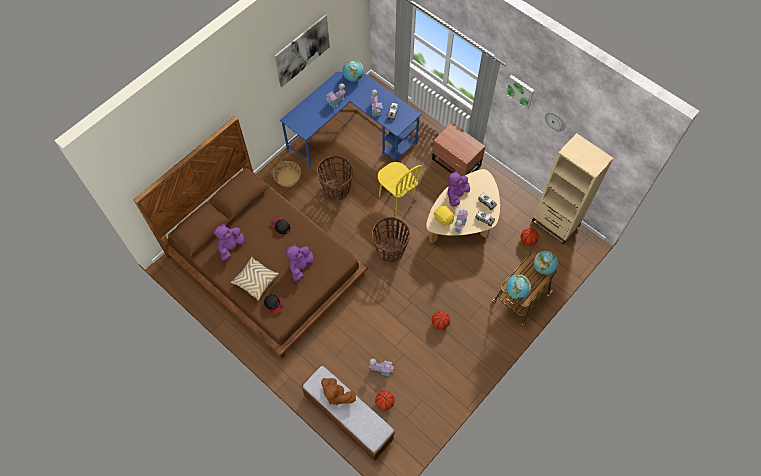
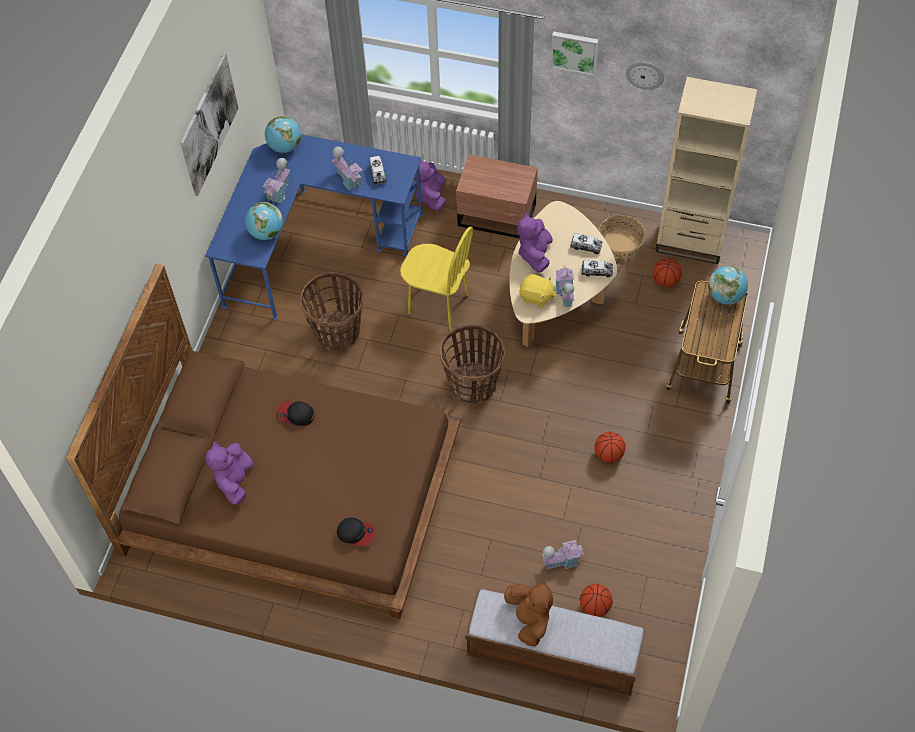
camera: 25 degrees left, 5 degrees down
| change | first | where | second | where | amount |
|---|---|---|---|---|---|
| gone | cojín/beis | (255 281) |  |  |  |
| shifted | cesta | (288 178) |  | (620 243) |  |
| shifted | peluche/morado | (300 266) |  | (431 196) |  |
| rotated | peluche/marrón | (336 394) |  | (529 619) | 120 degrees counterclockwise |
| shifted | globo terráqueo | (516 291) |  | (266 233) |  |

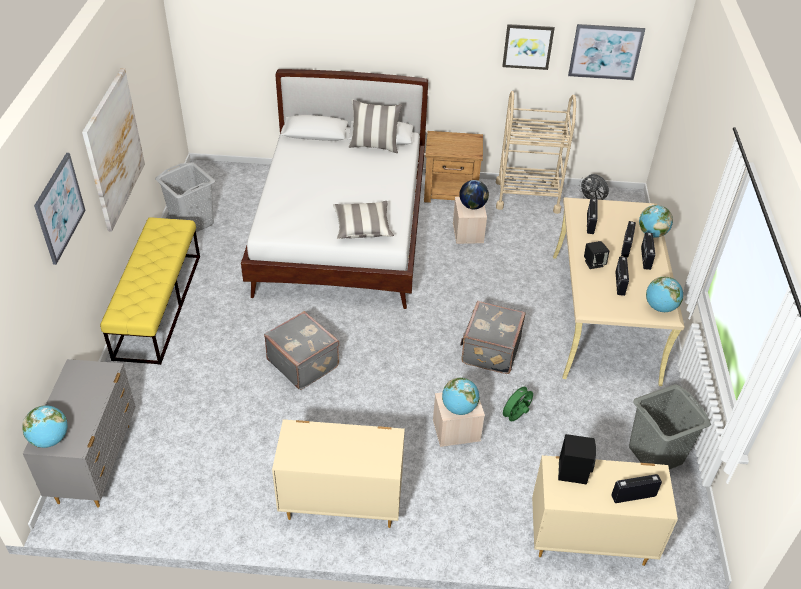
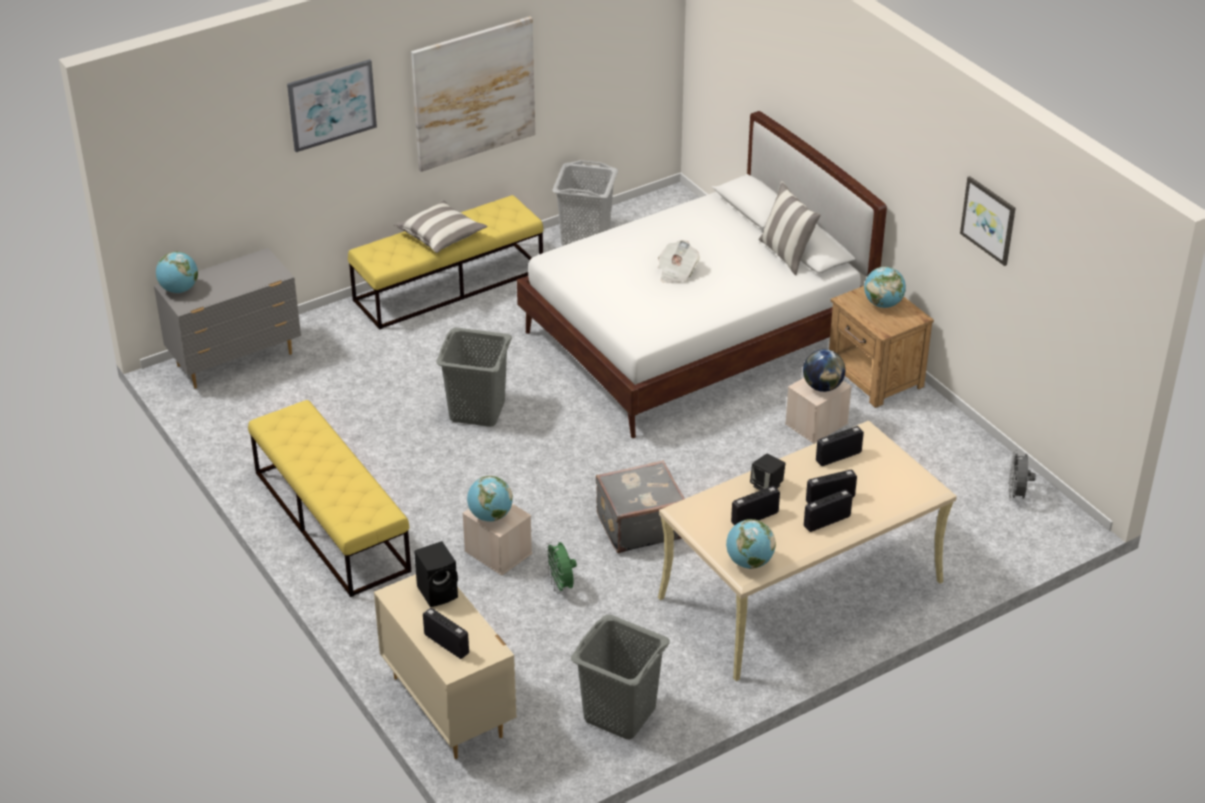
camera: 55 degrees right, 5 degrees down
| change | first | where | second | where | amount |
|---|---|---|---|---|---|
| swapped | maleta/gris | (303 362) | cesto de la ropa/gris | (477 410) |  |
| swapped | cómoda/beis | (340 504) | banco/amarillo | (331 520) |  |
| shifted | cojín | (362 227) |  | (440 236) |  |
| gone | carrito/beis | (527 196) |  |  |  |
| rotated | ventilador/verde | (515 417) |  | (561 586) | 120 degrees counterclockwise |
| gone | cuadro | (605 52) |  |  |  |
| shifted | globo terráqueo | (651 233) |  | (883 304) |  |
| new |  |  | periódico | (676 272) |  |

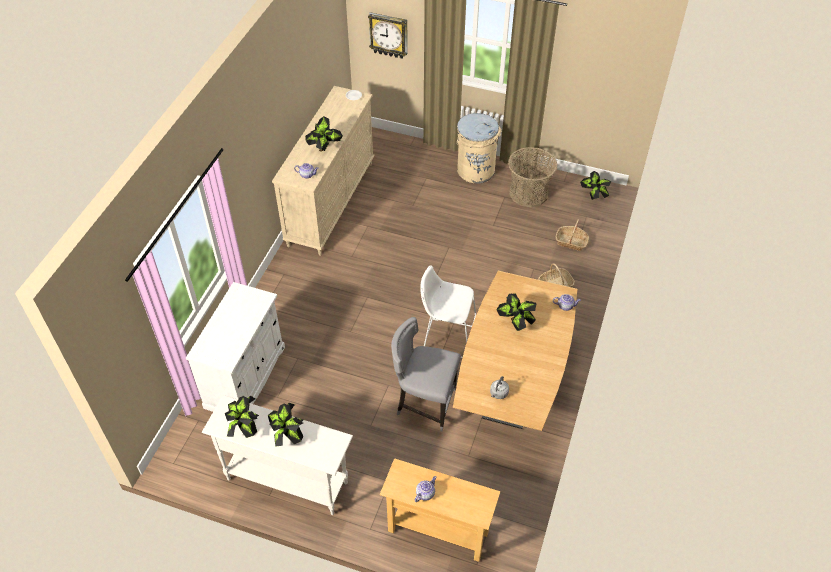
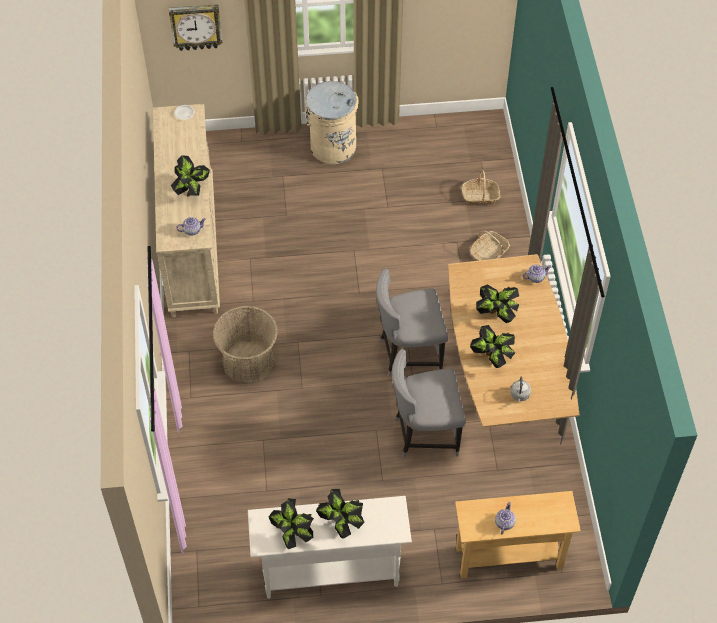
camera: 25 degrees left, 5 degrees up
| change | first | where | second | where | amount |
|---|---|---|---|---|---|
| gone | armario/blanco | (245 377) |  |  |  |
| swapped | taburete/blanco | (447 338) | silla/gris | (408 354) |  |
| shifted | cesta | (528 193) |  | (248 362) |  |
| shifted | planta en maceta | (593 196) |  | (492 357) |  |

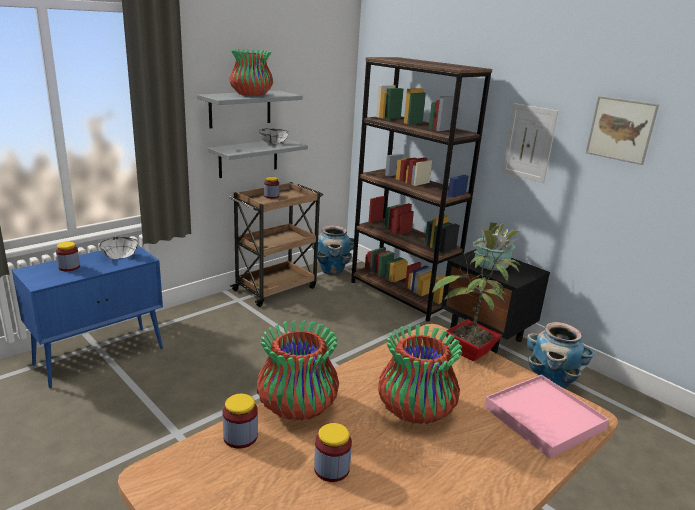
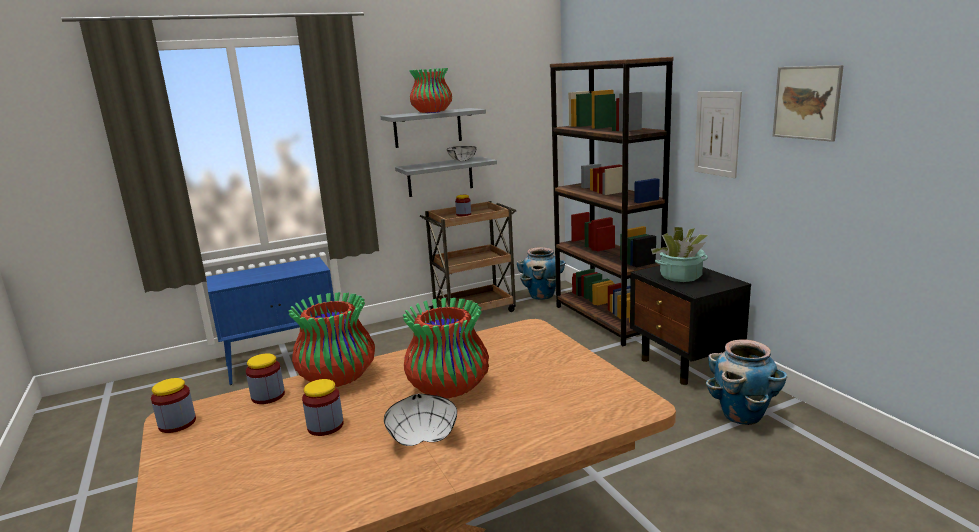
camera: 20 degrees right, 5 degrees down
| change | first | where | second | where | amount |
|---|---|---|---|---|---|
| shifted | tarro | (69 267) |  | (177 423) |  |
| shifted | cuenco/blanco | (119 256) |  | (421 436) |  |
| gone | planta en maceta | (468 353) |  |  |  |
| gone | bandeja/rosa | (544 418) |  |  |  |

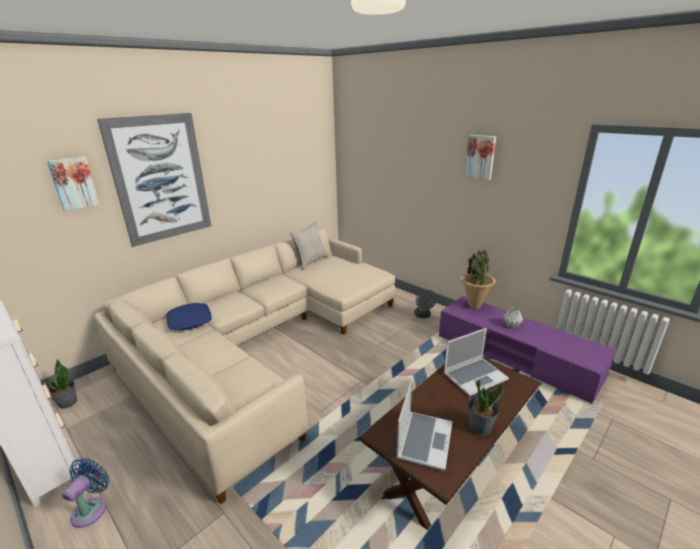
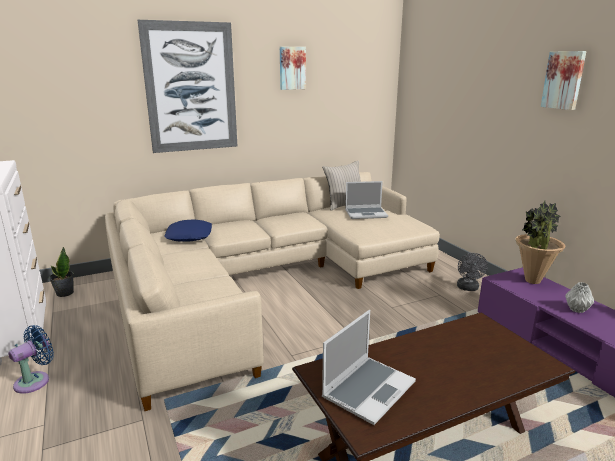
camera: 20 degrees right, 5 degrees down
| change | first | where | second | where | amount |
|---|---|---|---|---|---|
| shifted | cuadro | (74 183) |  | (292 68) |  |
| shifted | portátil | (475 376) |  | (366 214) |  |
| gone | planta en maceta | (480 426) |  |  |  |

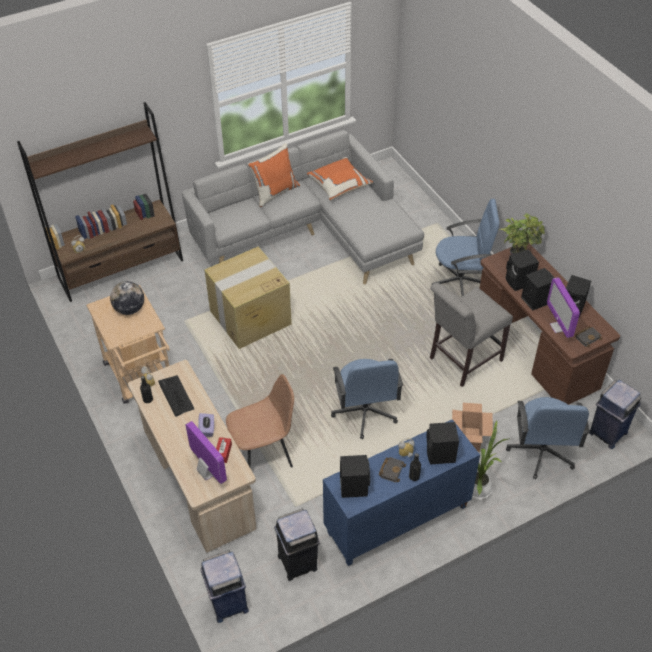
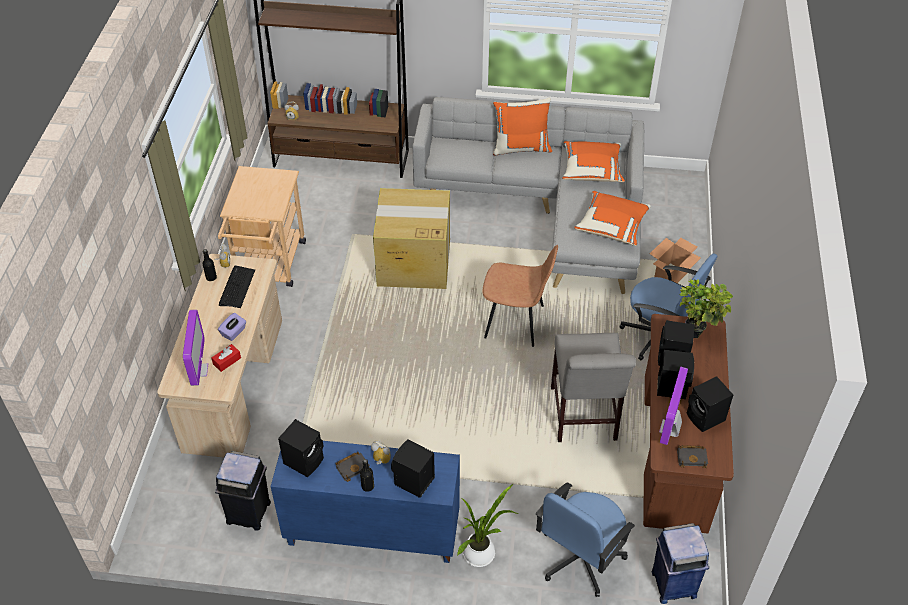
camera: 35 degrees right, 0 degrees up
| change | first | where | second | where | amount |
|---|---|---|---|---|---|
| gone | globo terráqueo | (129 309) |  |  |  |
| gone | papelera/azul | (227 603) |  |  |  |
| shifted | silla/marrón | (263 454) |  | (516 322) |  |
| gone | silla de oficina/azul | (364 412) |  |  |  |
| rotated | silla/gris | (462 361) |  | (583 418) | 90 degrees counterclockwise |
| shifted | caja de cartón | (469 439) |  | (670 276) |  |
| new |  |  | cojín/naranja | (612 227) |  |

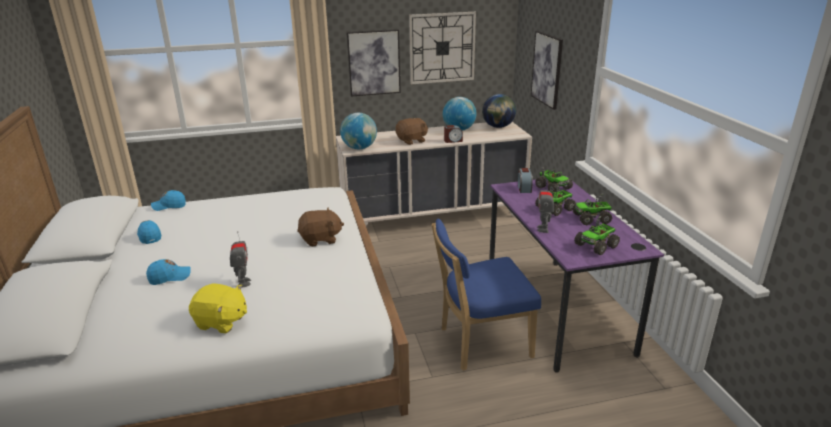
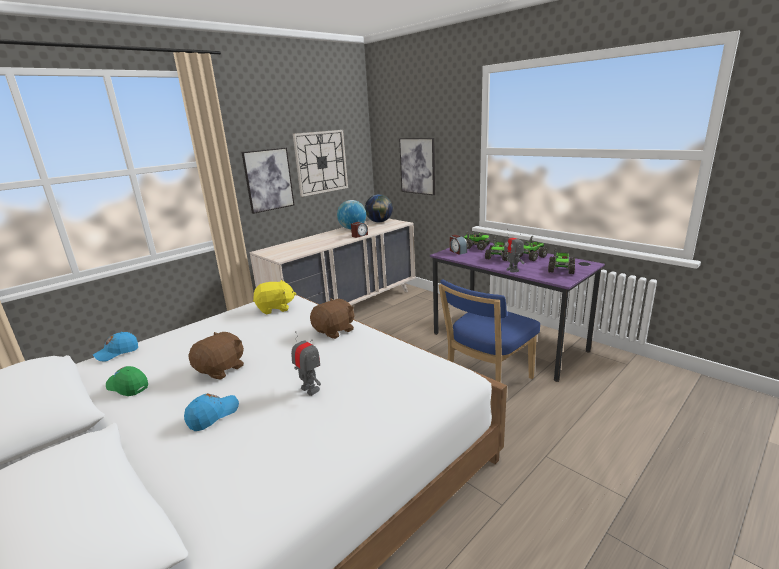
camera: 30 degrees left, 5 degrees down
| change | first | where | second | where | amount |
|---|---|---|---|---|---|
| repainted | gorra/azul | (149 236) | gorra/verde | (128 386) |  |
| shifted | peluche/amarillo | (221 322) |  | (275 308) |  |
| gone | globo terráqueo | (359 148) |  |  |  |
| shifted | peluche/marrón | (412 141) |  | (221 369) |  |

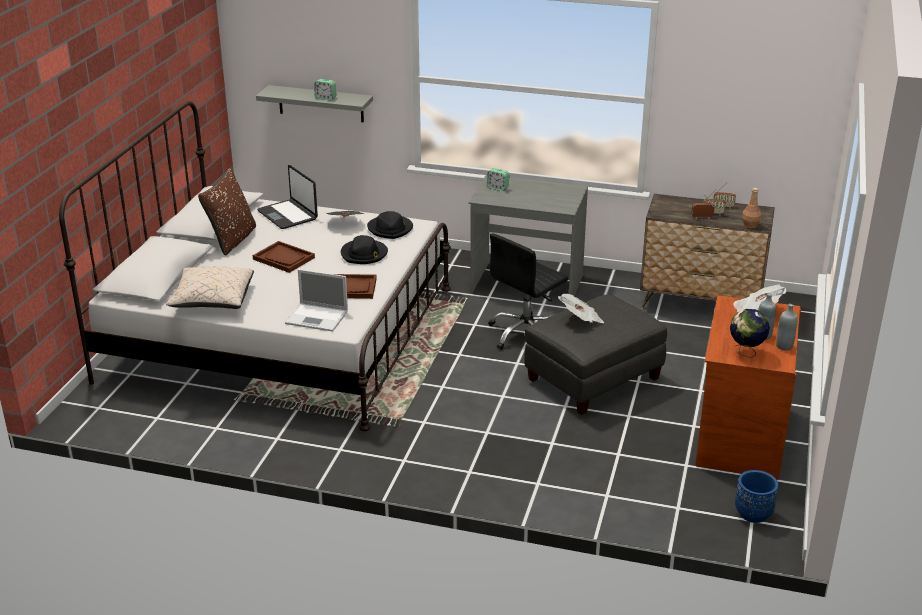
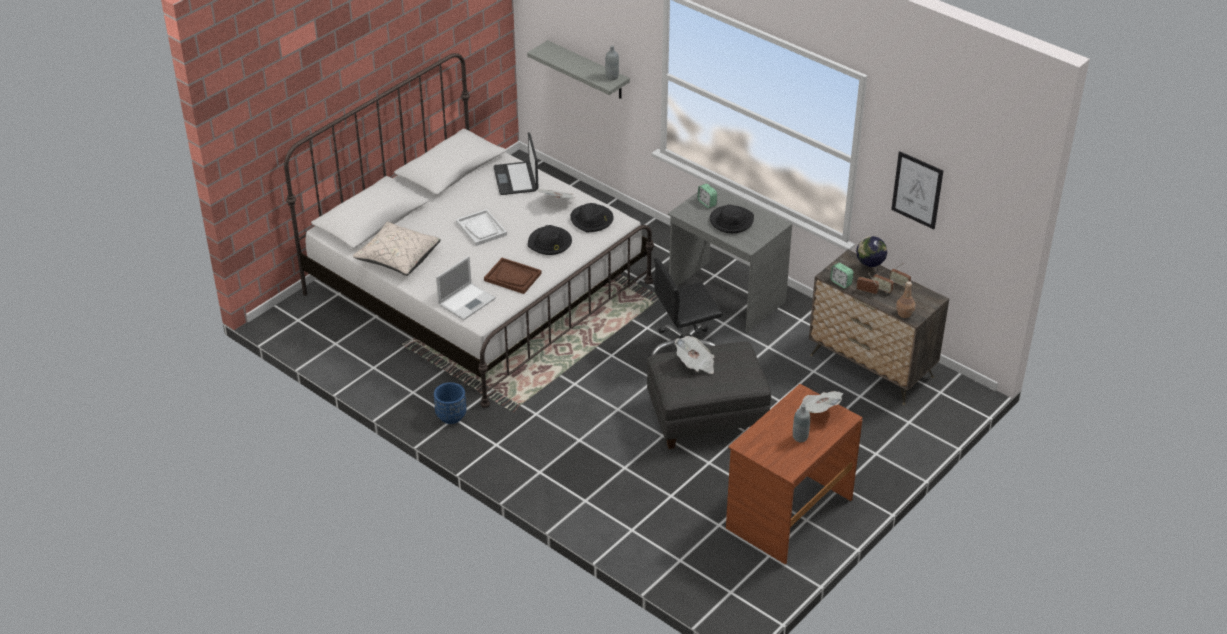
camera: 25 degrees right, 10 degrees up
| change | first | where | second | where | amount |
|---|---|---|---|---|---|
| gone | cojín/marrón | (232 240) |  |  |  |
| repainted | bandeja/marrón | (284 258) | bandeja/blanco | (481 229) |  |
| rotated | portátil | (318 317) |  | (467 301) | 90 degrees counterclockwise |
| shifted | despertador | (325 98) |  | (841 282) |  |
| shifted | globo terráqueo | (746 353) |  | (869 270) |  |
| shifted | maceta/azul | (753 514) |  | (451 416) |  |
| shifted | botella/gris | (784 346) |  | (612 77) |  |
| new |  |  | sombrero/negro | (731 221) |  |
| new |  |  | cuadro | (917 190) |  |

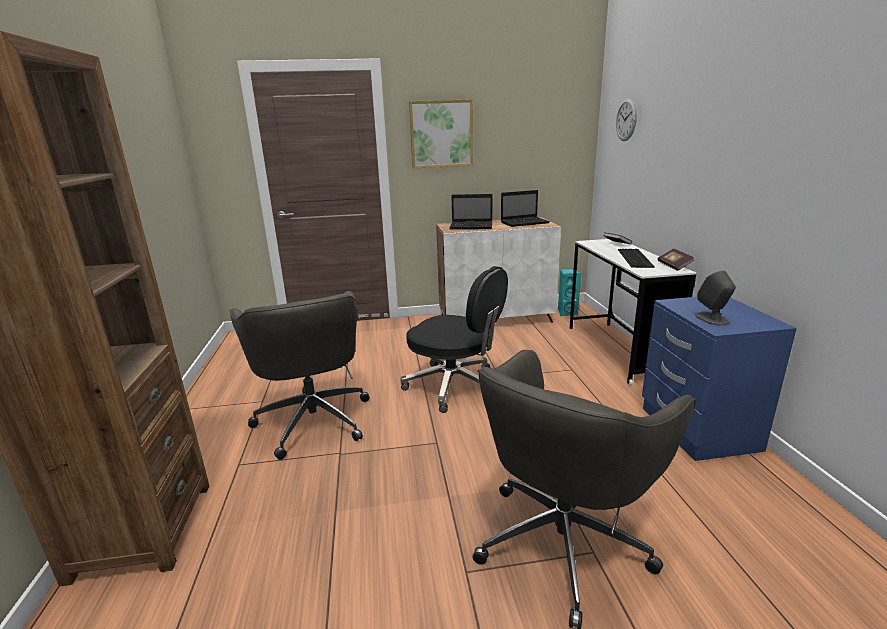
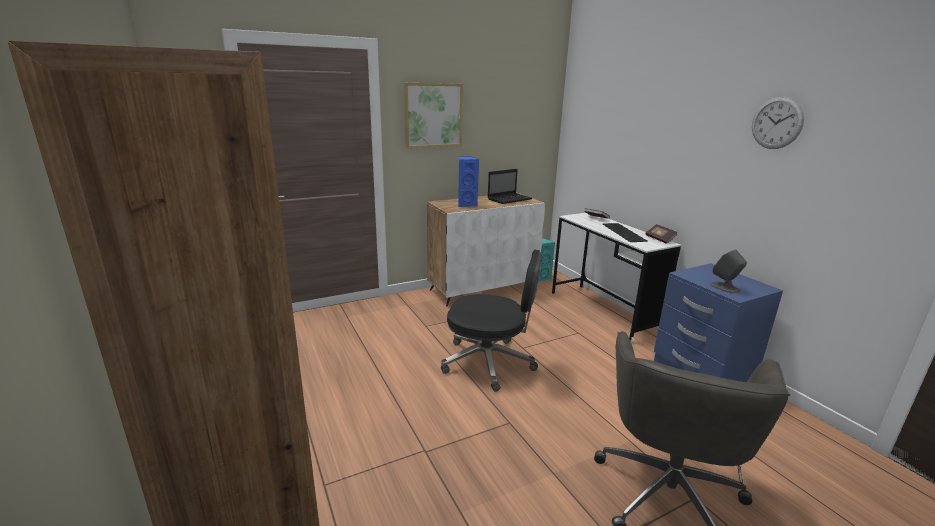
camera: 20 degrees left, 0 degrees up
| change | first | where | second | where | amount |
|---|---|---|---|---|---|
| gone | silla de oficina/gris | (313 419) |  |  |  |
| swapped | portátil | (472 226) | altavoz/azul | (466 204) |  |
| shifted | reloj de pared | (626 120) |  | (777 123) |  |

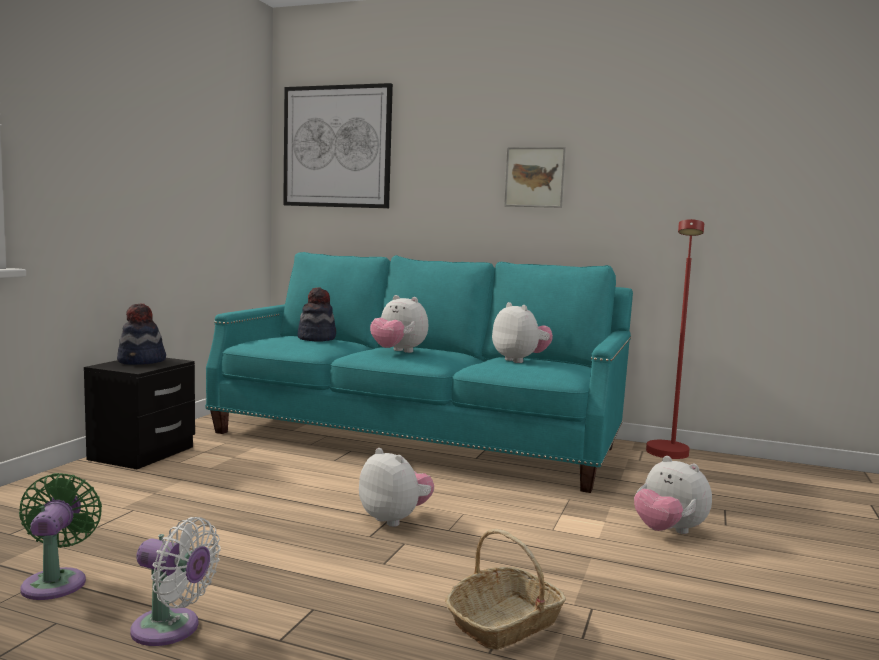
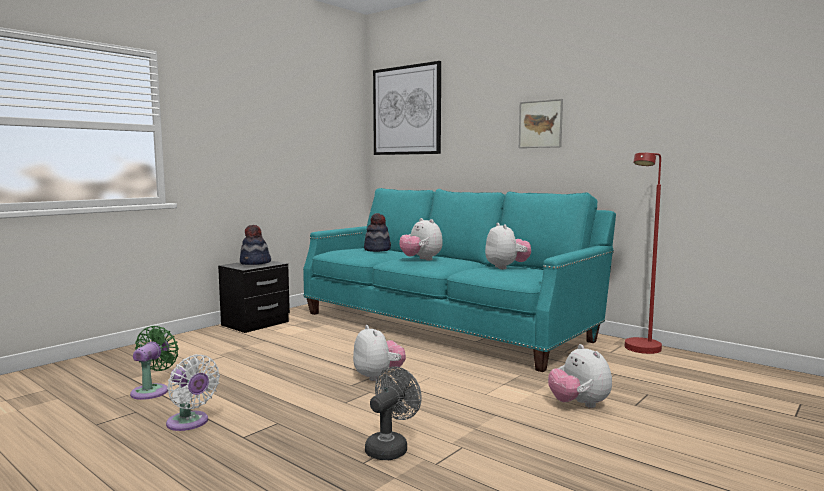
camera: 20 degrees right, 0 degrees up
| change | first | where | second | where | amount |
|---|---|---|---|---|---|
| swapped | cesta | (504 623) | ventilador/gris | (390 447) |  |

